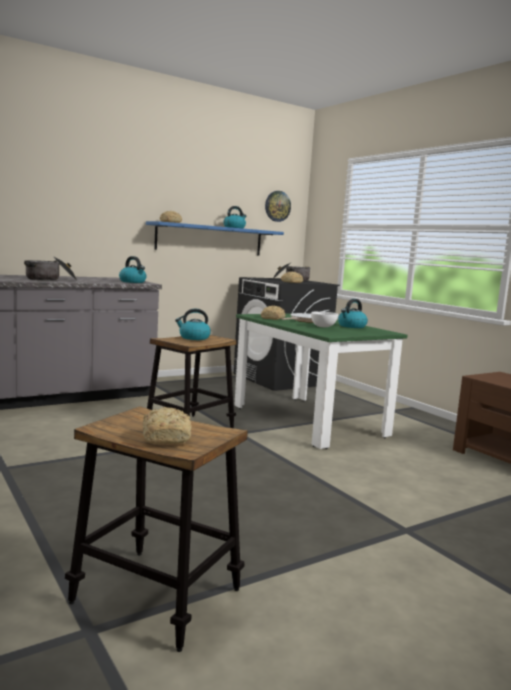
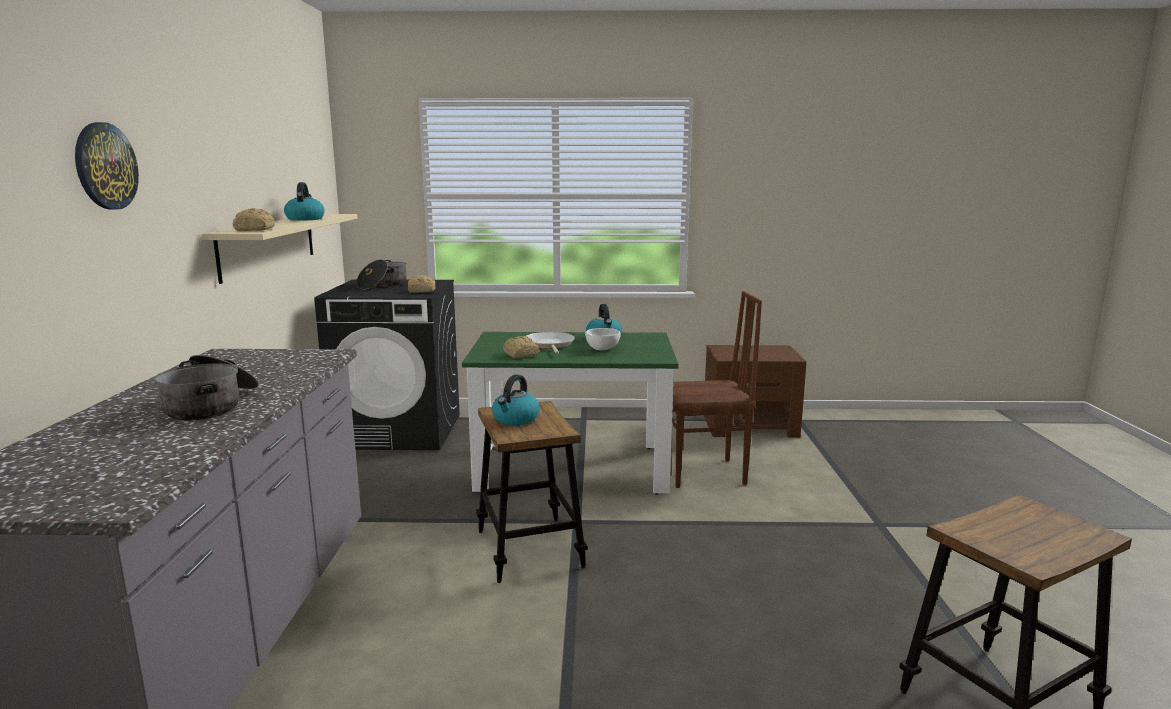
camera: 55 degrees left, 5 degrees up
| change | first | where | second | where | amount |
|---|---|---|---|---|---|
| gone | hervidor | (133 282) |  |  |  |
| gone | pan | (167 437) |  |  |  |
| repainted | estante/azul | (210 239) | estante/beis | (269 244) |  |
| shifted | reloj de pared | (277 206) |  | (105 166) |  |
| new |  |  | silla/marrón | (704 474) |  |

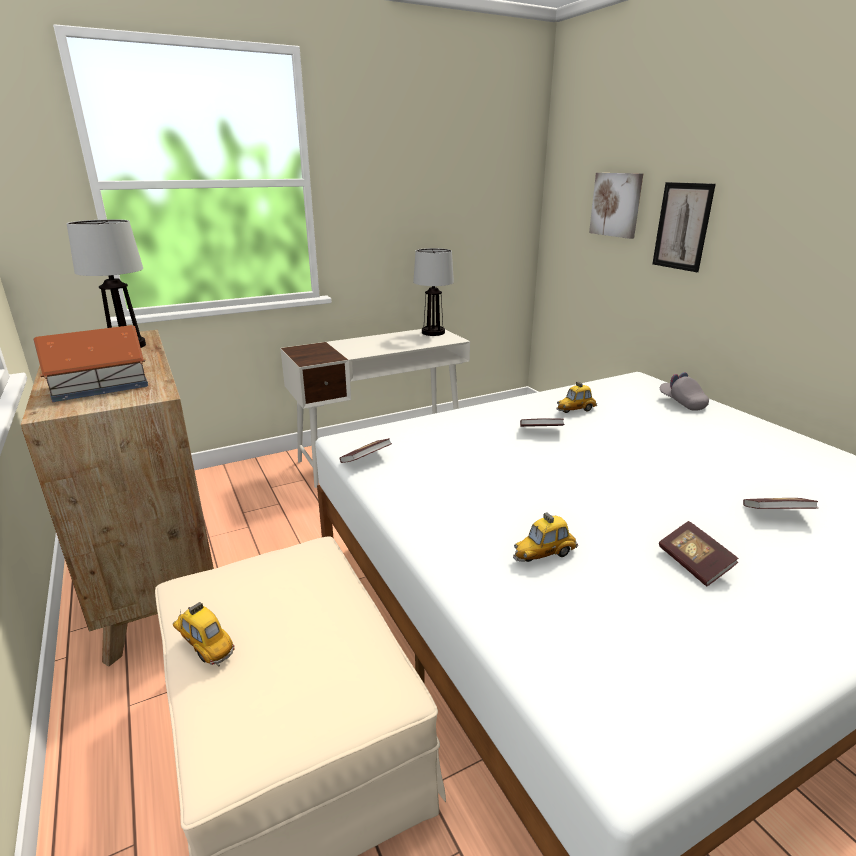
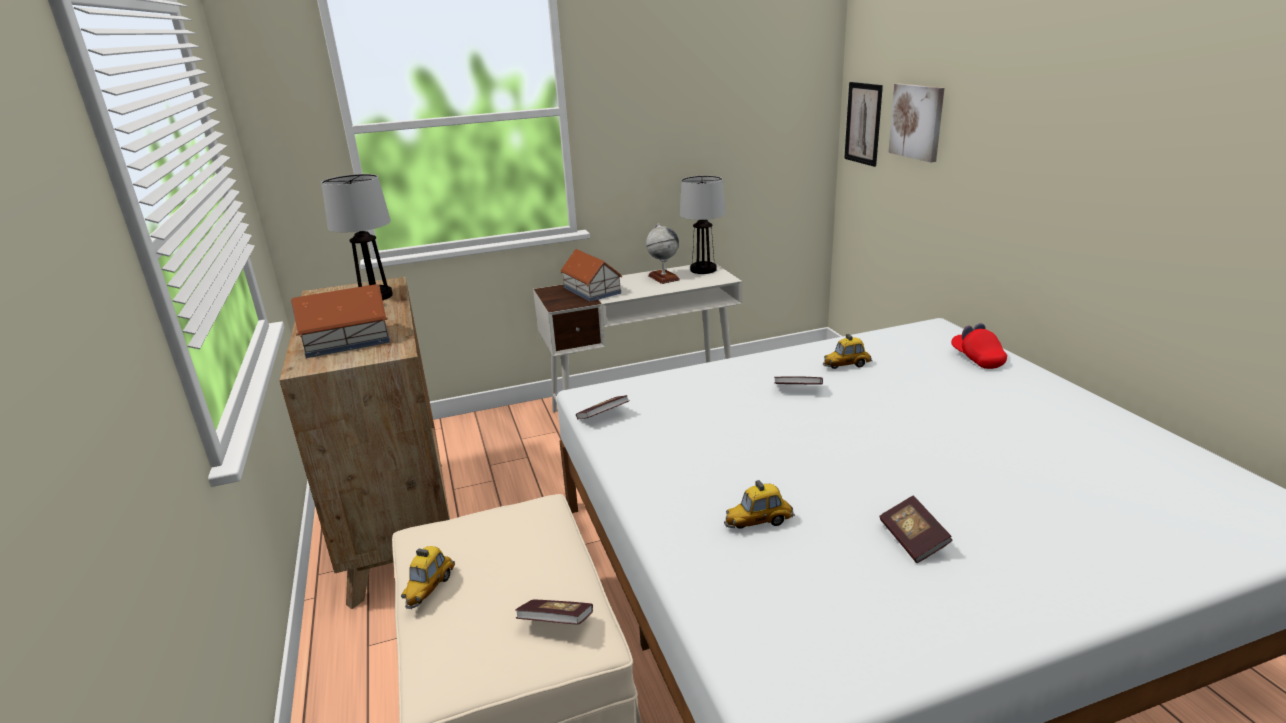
camera: 10 degrees right, 0 degrees up
| change | first | where | second | where | amount |
|---|---|---|---|---|---|
| rotated | coche de juguete | (204 645) |  | (430 588) | 120 degrees counterclockwise |
| shifted | cuadro | (682 226) |  | (863 123) |  |
| repainted | gorra/gris | (682 403) | gorra/rojo | (977 359) |  |
| shifted | libro | (776 514) |  | (556 622) |  |
| new |  |  | casita | (592 290) |  |
| new |  |  | globo terráqueo | (663 278) |  |

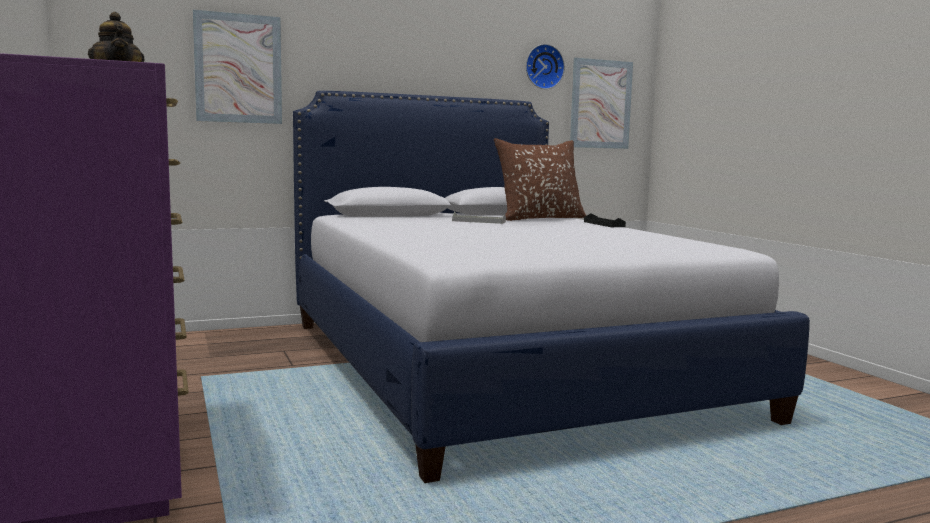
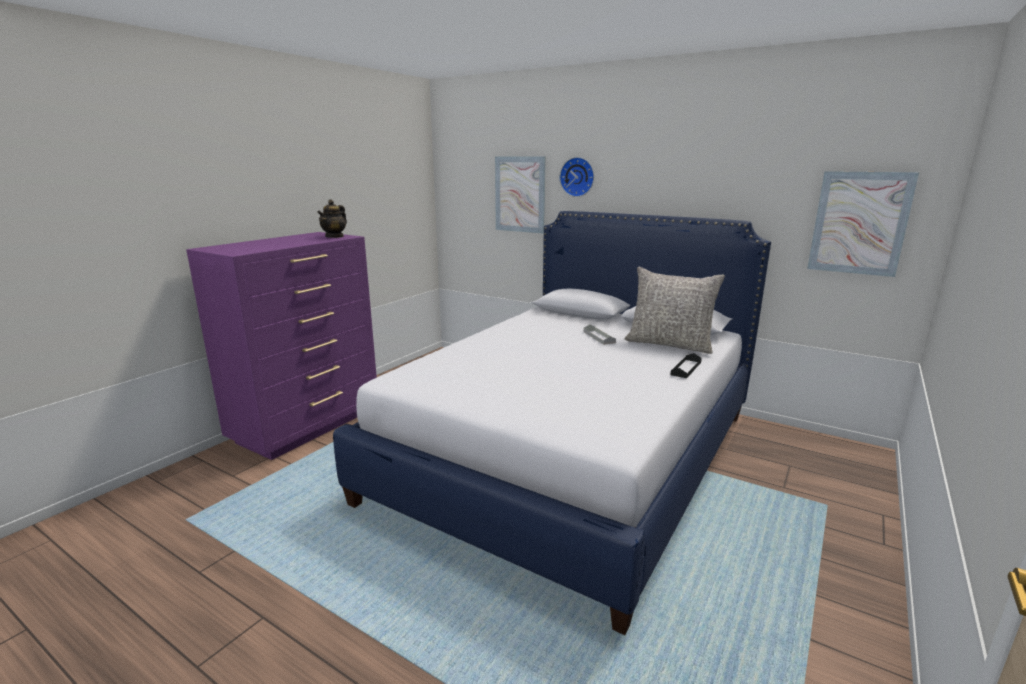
camera: 55 degrees right, 10 degrees up
| change | first | where | second | where | amount |
|---|---|---|---|---|---|
| repainted | cojín/marrón | (539 218) | cojín/gris | (669 344) |  |
| shifted | reloj de pared | (543 67) |  | (578 177) |  |

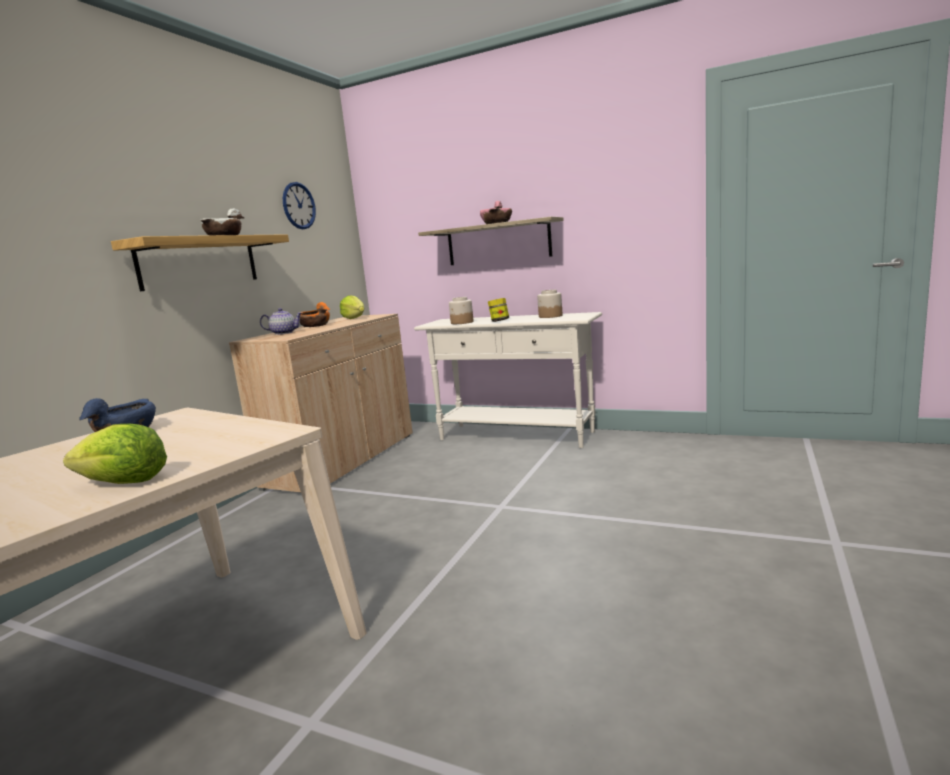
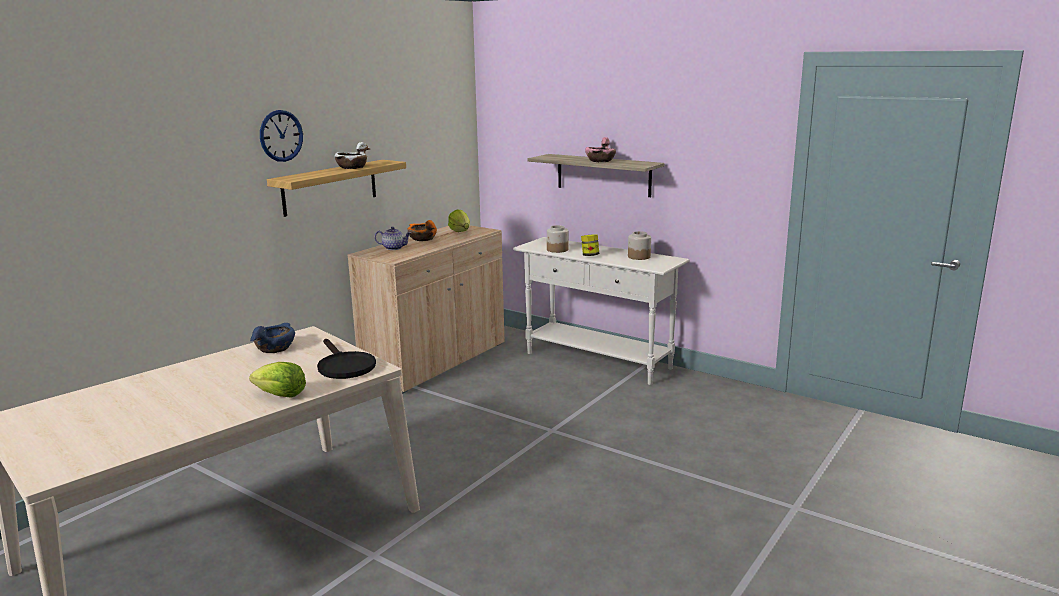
camera: 10 degrees right, 5 degrees up
| change | first | where | second | where | amount |
|---|---|---|---|---|---|
| shifted | reloj de pared | (299 206) |  | (281 136) |  |
| new |  |  | sartén/negro | (344 366) |  |

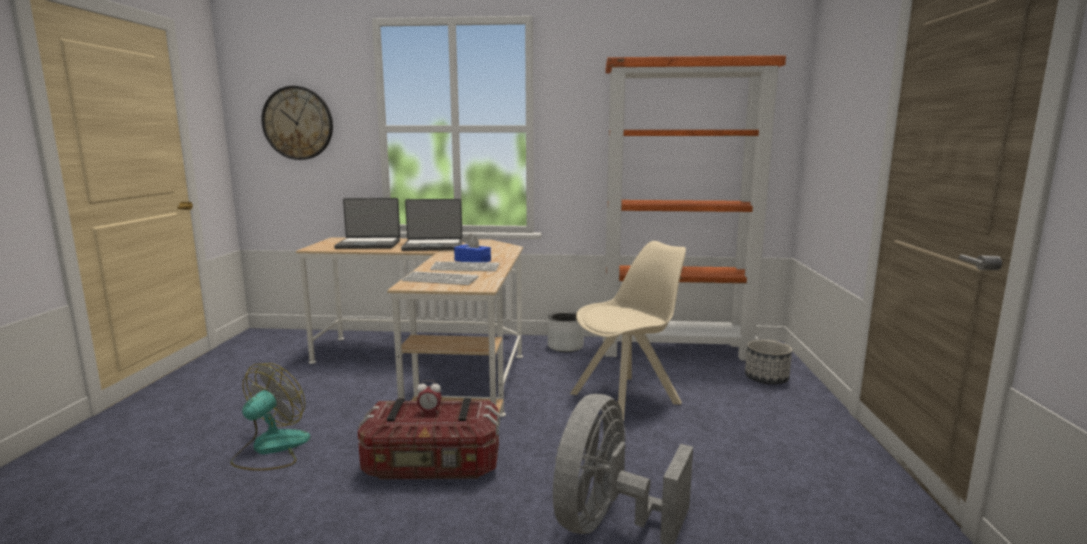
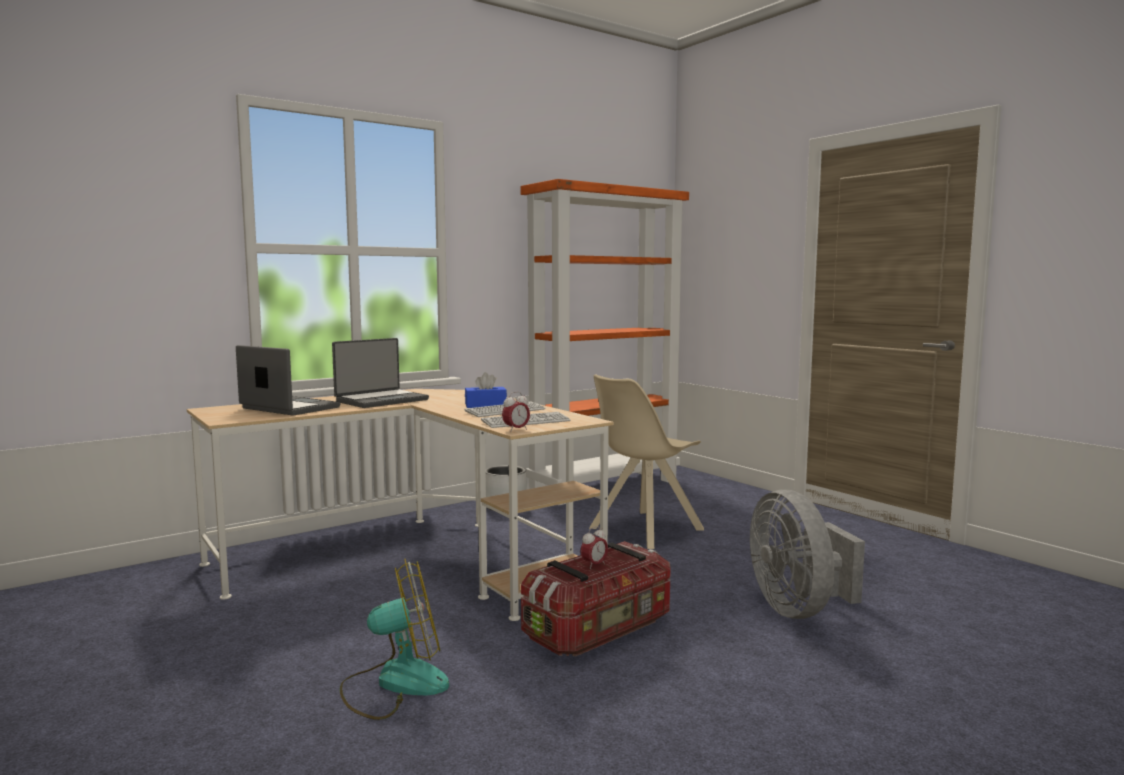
camera: 40 degrees left, 5 degrees down
| change | first | where | second | where | amount |
|---|---|---|---|---|---|
| rotated | ventilador | (270 449) |  | (395 683) | 90 degrees clockwise |
| gone | reloj de pared | (298 123) |  |  |  |
| rotated | portátil | (369 244) |  | (288 408) | 105 degrees counterclockwise |
| rotated | silla/beis | (627 398) |  | (643 530) | 150 degrees counterclockwise |
| gone | maceta | (766 379) |  |  |  |
| new |  |  | despertador | (516 430) |  |

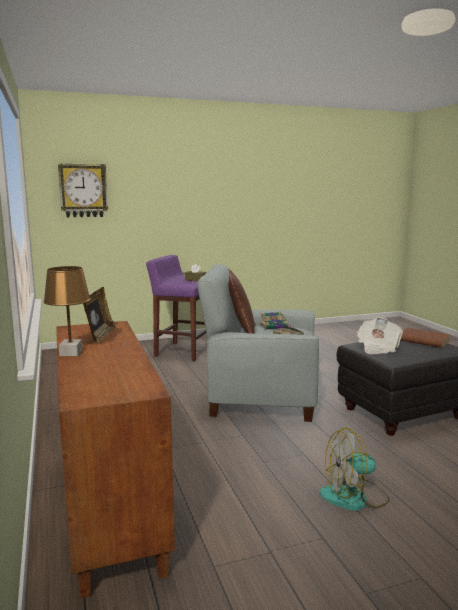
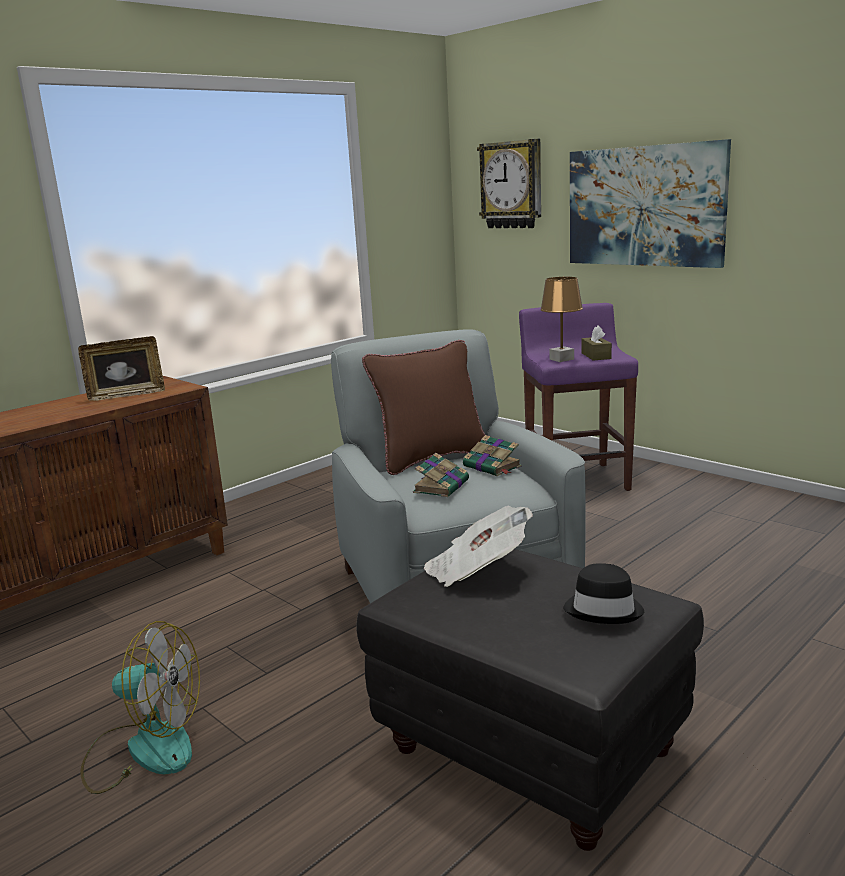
camera: 65 degrees right, 5 degrees up
| change | first | where | second | where | amount |
|---|---|---|---|---|---|
| shifted | lámpara de mesa/marrón | (71 353) |  | (561 359) |  |
| rotated | ventilador | (354 497) |  | (144 749) | 135 degrees clockwise |
| swapped | libro/marrón | (422 340) | sombrero/negro | (604 609) |  |
| new |  |  | cuadro | (645 206) |  |

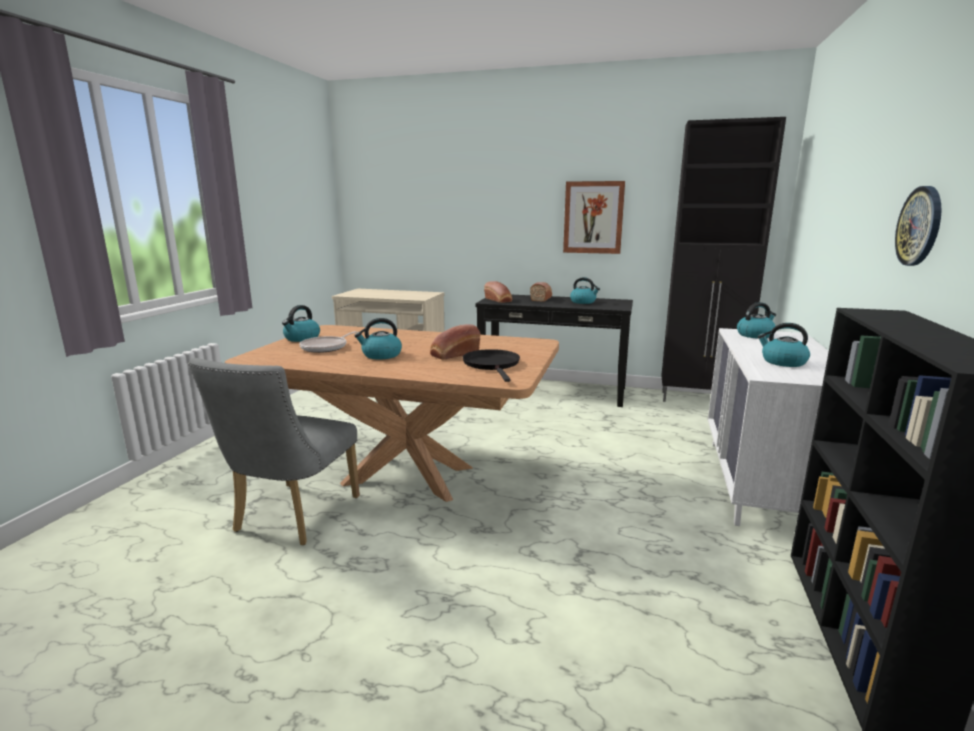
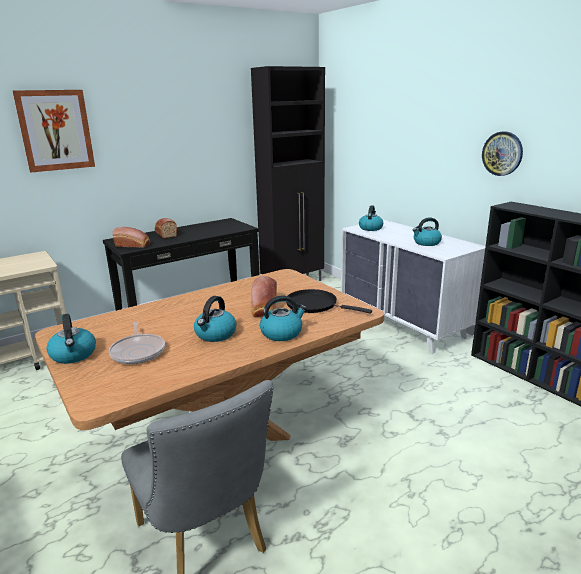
camera: 50 degrees left, 5 degrees up
| change | first | where | second | where | amount |
|---|---|---|---|---|---|
| shifted | cuadro | (593 217) |  | (55 130) |  |
| shifted | hervidor | (583 302) |  | (282 333) |  |

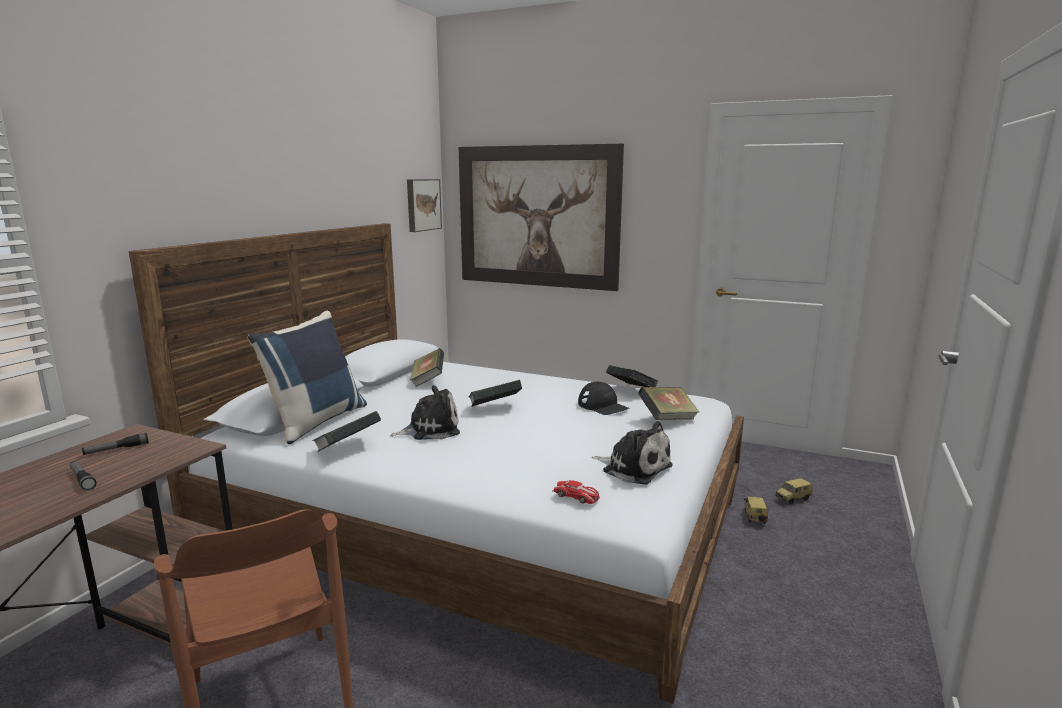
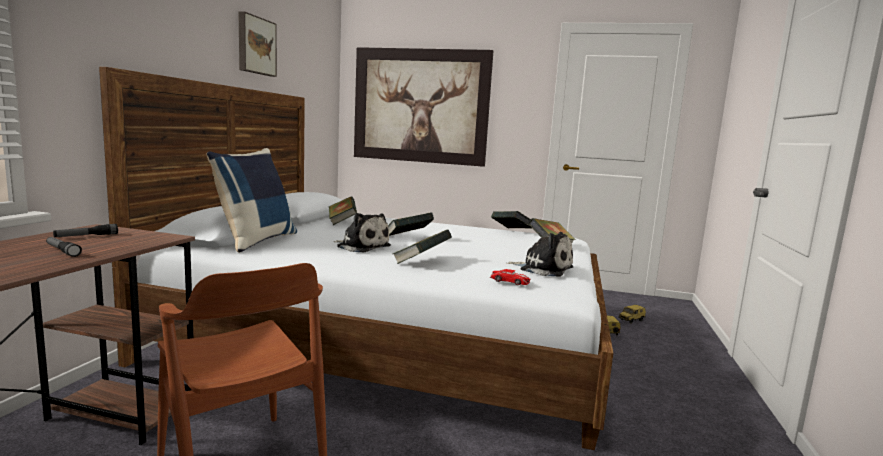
camera: 10 degrees left, 5 degrees down
| change | first | where | second | where | amount |
|---|---|---|---|---|---|
| shifted | libro | (348 449) |  | (421 262) |  |
| rotated | peluche | (430 429) |  | (361 247) | 60 degrees clockwise |
| shifted | cuadro | (422 204) |  | (255 45) |  |
| gone | gorra/negro | (603 406) |  |  |  |

